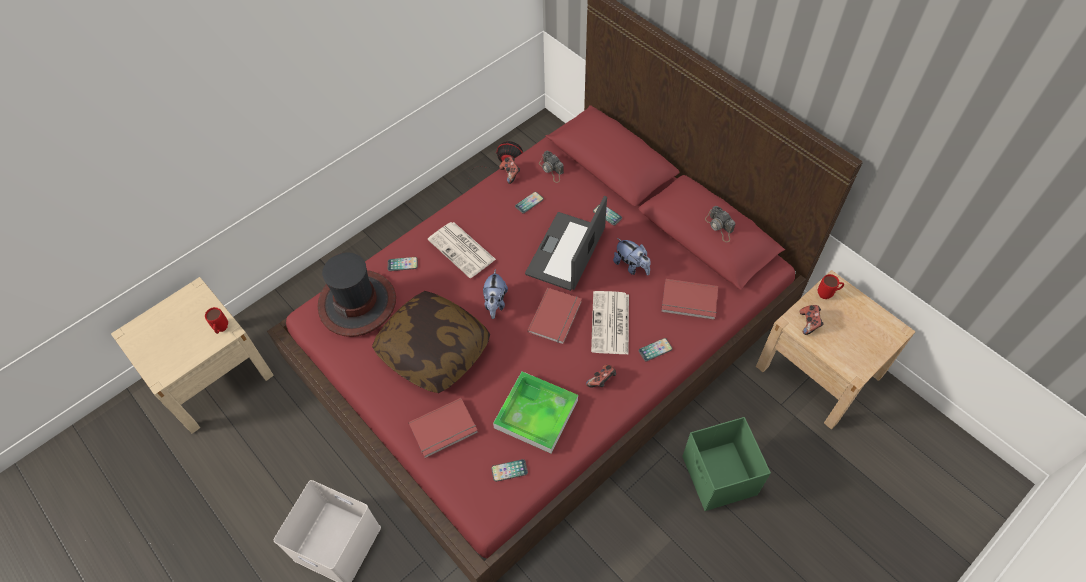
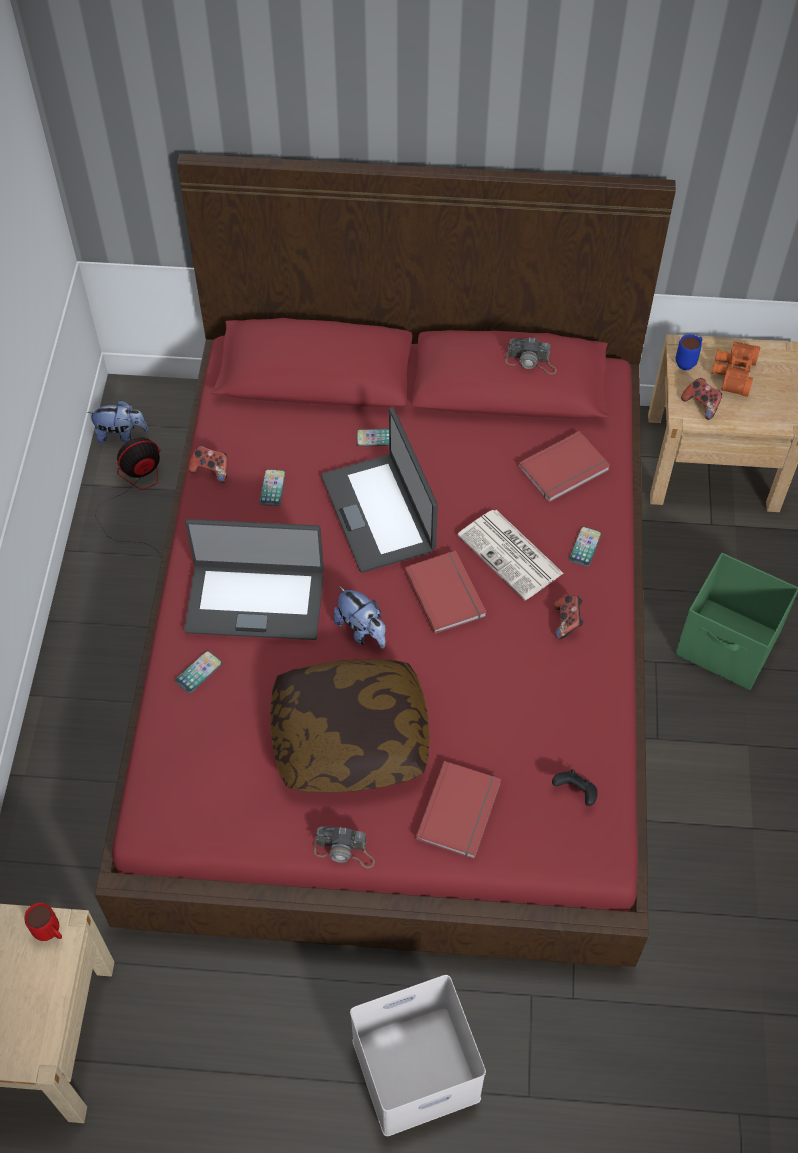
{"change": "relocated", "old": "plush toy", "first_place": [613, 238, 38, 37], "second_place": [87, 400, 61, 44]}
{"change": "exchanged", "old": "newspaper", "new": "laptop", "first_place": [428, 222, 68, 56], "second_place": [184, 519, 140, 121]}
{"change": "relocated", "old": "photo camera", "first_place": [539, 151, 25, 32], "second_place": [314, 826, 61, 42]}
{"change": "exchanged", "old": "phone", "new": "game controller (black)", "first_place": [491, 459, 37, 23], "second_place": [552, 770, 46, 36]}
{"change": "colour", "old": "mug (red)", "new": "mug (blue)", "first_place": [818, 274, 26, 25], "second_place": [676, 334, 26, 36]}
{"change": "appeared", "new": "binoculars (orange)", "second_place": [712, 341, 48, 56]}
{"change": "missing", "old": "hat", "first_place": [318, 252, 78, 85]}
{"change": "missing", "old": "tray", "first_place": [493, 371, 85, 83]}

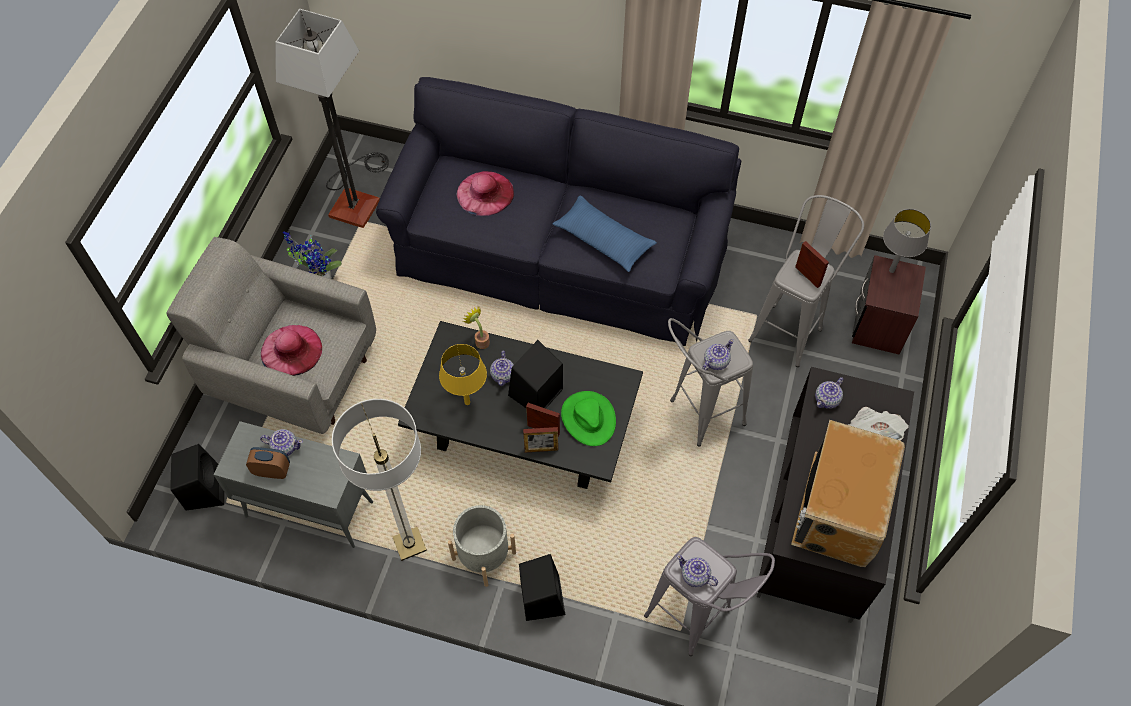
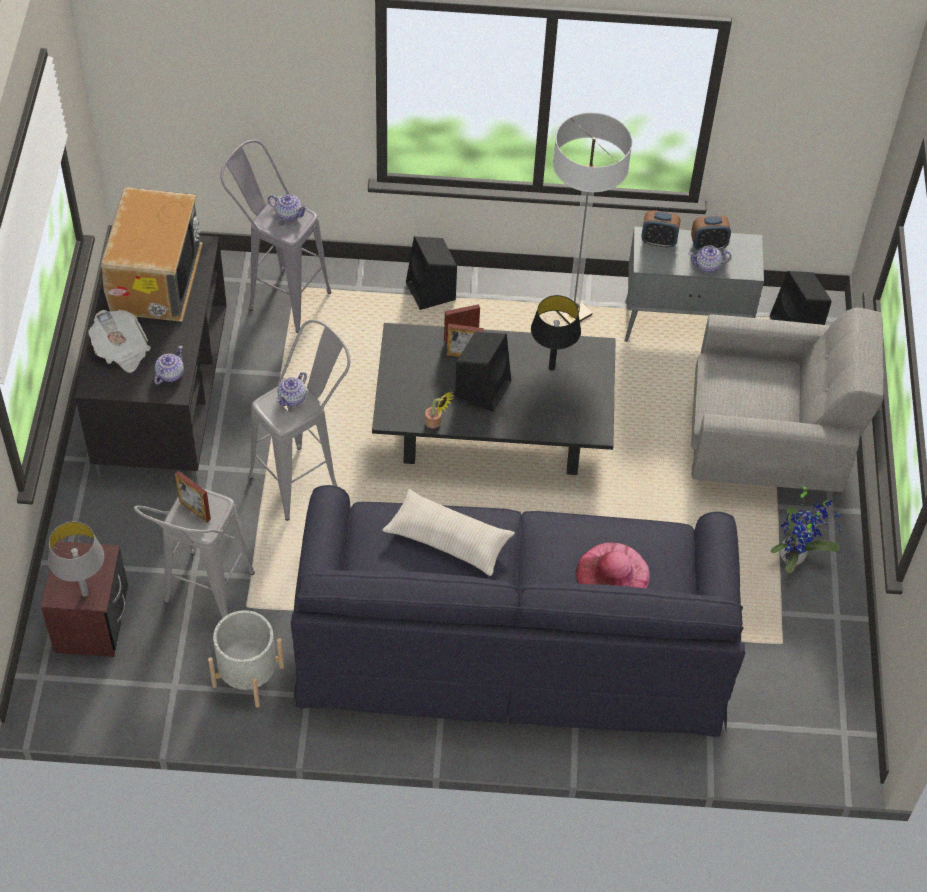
{"change": "relocated", "old": "planter (grey)", "first_place": [448, 505, 68, 82], "second_place": [208, 610, 76, 98]}
{"change": "colour", "old": "pillow (blue)", "new": "pillow (beige)", "first_place": [552, 195, 105, 77], "second_place": [382, 489, 133, 87]}
{"change": "relocated", "old": "potted plant", "first_place": [462, 307, 28, 42], "second_place": [425, 391, 28, 37]}
{"change": "colour", "old": "table lamp (yellow)", "new": "table lamp (black)", "first_place": [439, 344, 48, 61], "second_place": [531, 295, 50, 76]}
{"change": "appeared", "new": "alarm clock", "second_place": [641, 210, 39, 38]}
{"change": "missing", "old": "hat (pink)", "first_place": [261, 325, 61, 51]}
{"change": "missing", "old": "floor lamp", "first_place": [275, 9, 114, 219]}
{"change": "missing", "old": "teapot", "first_place": [490, 351, 24, 35]}
{"change": "missing", "old": "hat (green)", "first_place": [561, 391, 55, 55]}

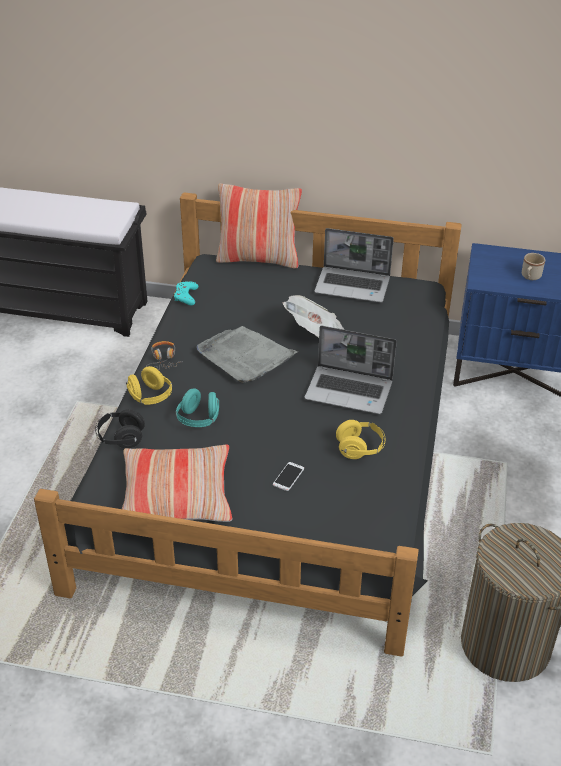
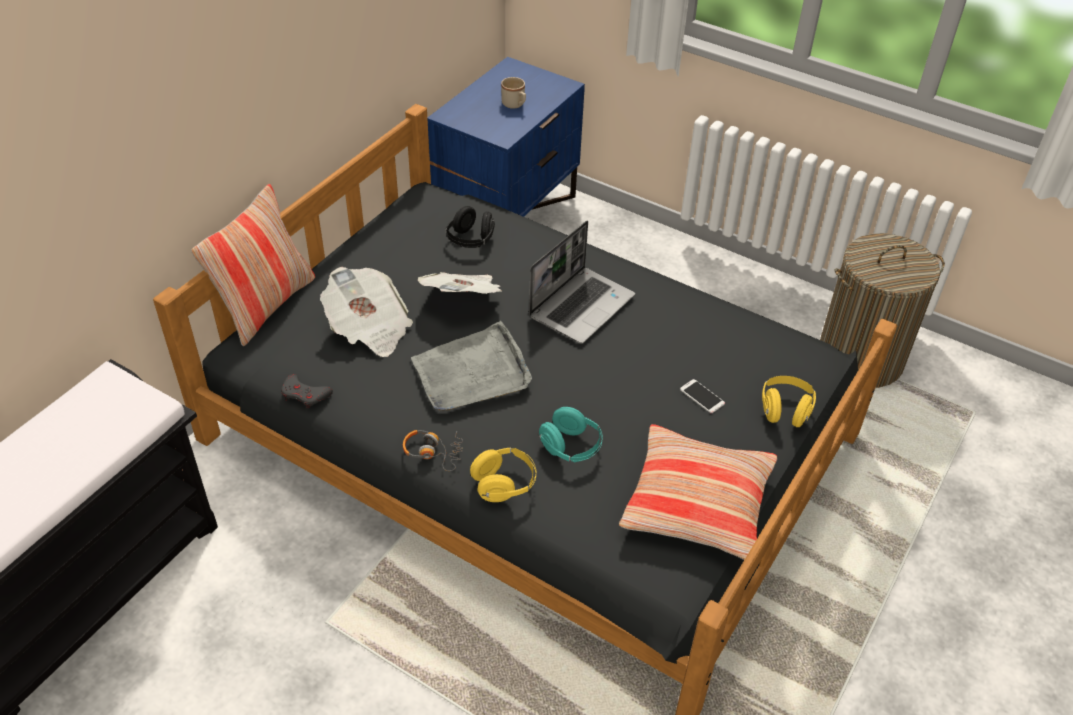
{"change": "colour", "old": "game controller (turquoise)", "new": "game controller (grey)", "first_place": [174, 281, 24, 24], "second_place": [281, 374, 52, 35]}
{"change": "appeared", "new": "newspaper", "second_place": [320, 267, 93, 90]}
{"change": "relocated", "old": "headphones (black)", "first_place": [95, 409, 50, 39], "second_place": [445, 206, 50, 42]}
{"change": "relocated", "old": "headphones (yellow)", "first_place": [336, 420, 50, 39], "second_place": [762, 376, 54, 51]}
{"change": "missing", "old": "laptop", "first_place": [314, 228, 80, 75]}

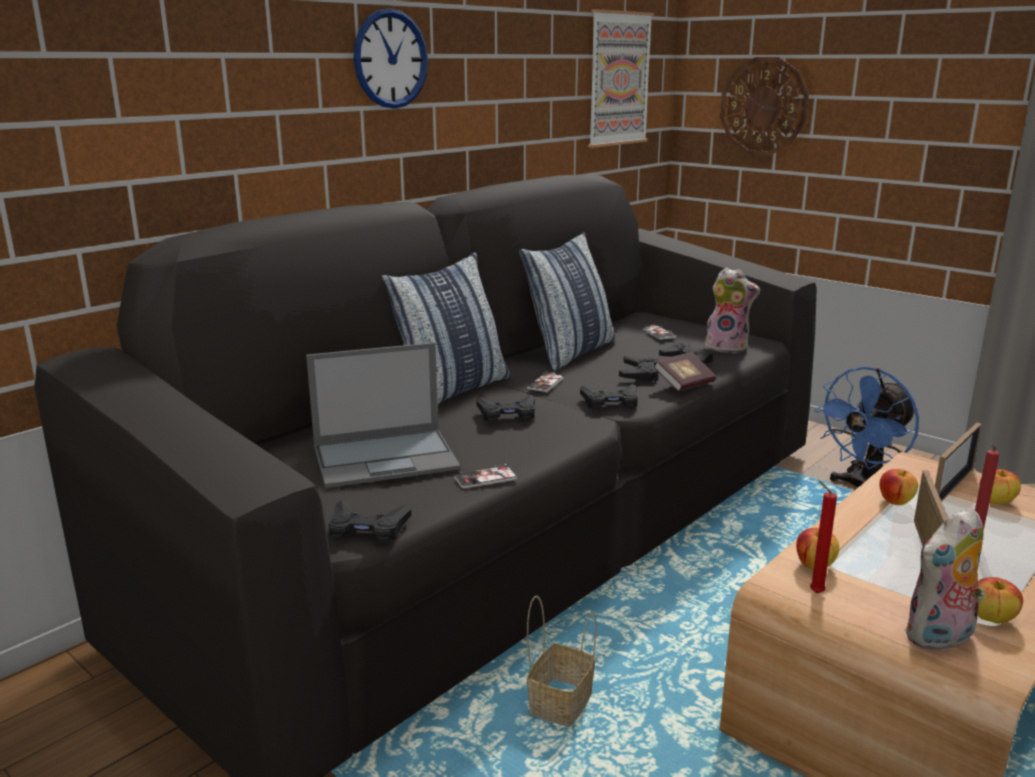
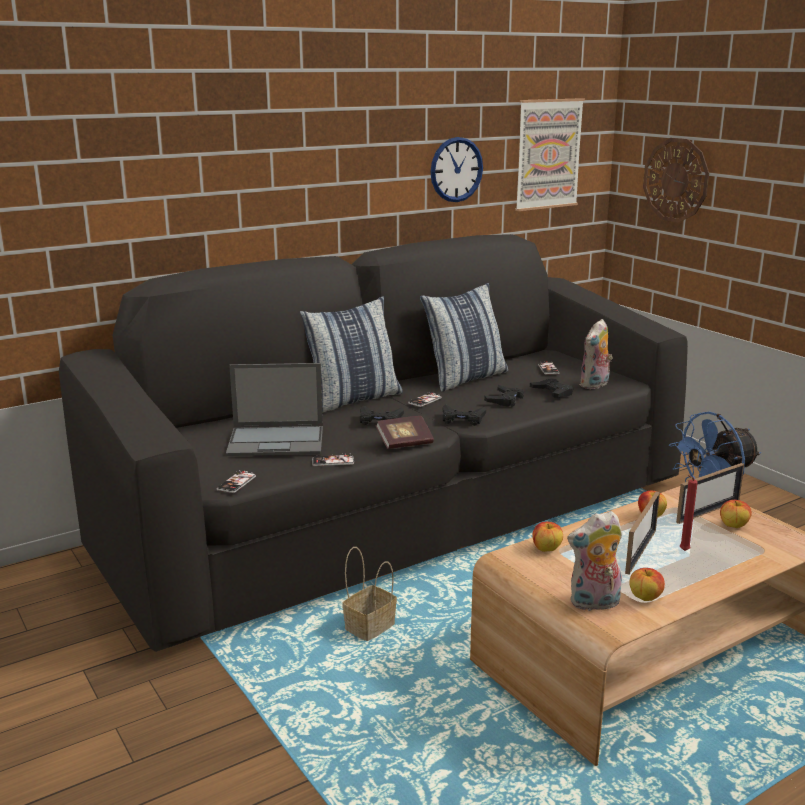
{"change": "exchanged", "old": "game controller (black)", "new": "phone", "first_place": [329, 500, 82, 44], "second_place": [217, 470, 39, 23]}
{"change": "relocated", "old": "book", "first_place": [654, 352, 62, 39], "second_place": [376, 416, 58, 33]}
{"change": "relocated", "old": "wall clock", "first_place": [354, 8, 74, 101], "second_place": [430, 137, 53, 65]}
{"change": "spun", "old": "plush toy", "first_place": [702, 268, 58, 85], "second_place": [580, 319, 33, 70], "degrees": 90}
{"change": "missing", "old": "candle (red)", "first_place": [810, 480, 27, 113]}

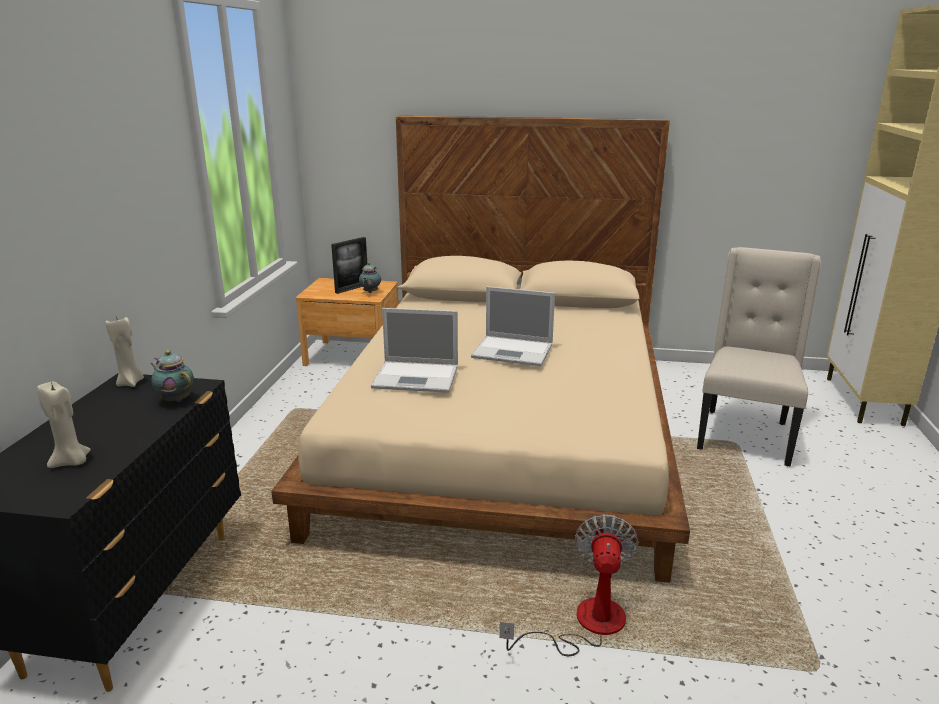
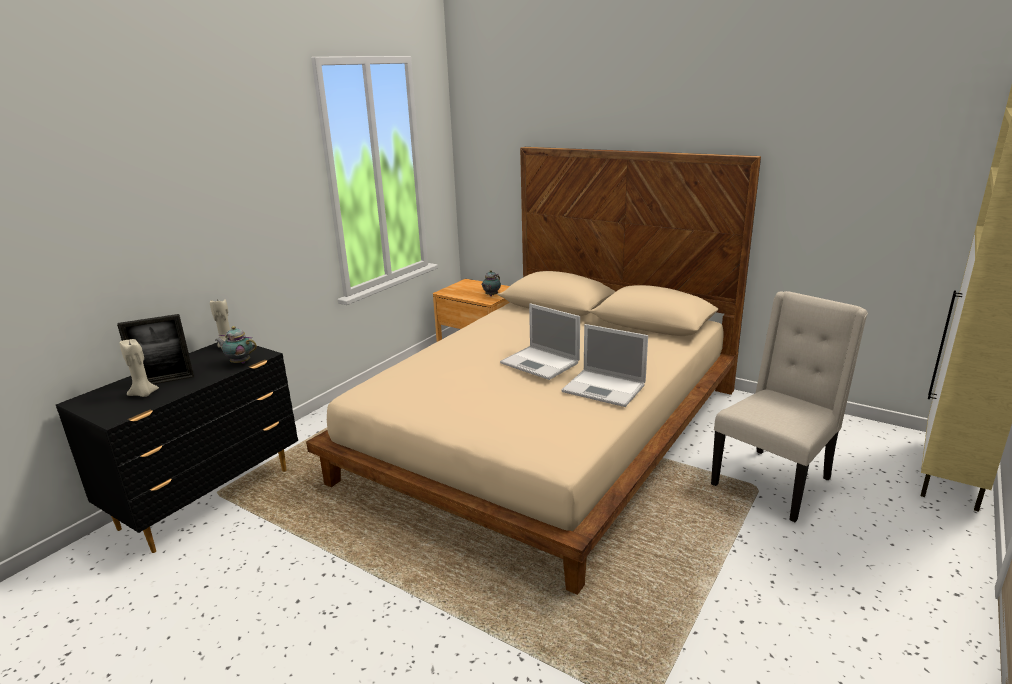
{"change": "relocated", "old": "picture frame", "first_place": [331, 237, 36, 57], "second_place": [117, 314, 77, 70]}
{"change": "spun", "old": "teapot", "first_place": [150, 350, 44, 52], "second_place": [216, 326, 41, 38], "degrees": -45}
{"change": "relocated", "old": "laptop", "first_place": [371, 308, 87, 85], "second_place": [562, 324, 86, 83]}
{"change": "missing", "old": "fan", "first_place": [500, 514, 139, 142]}

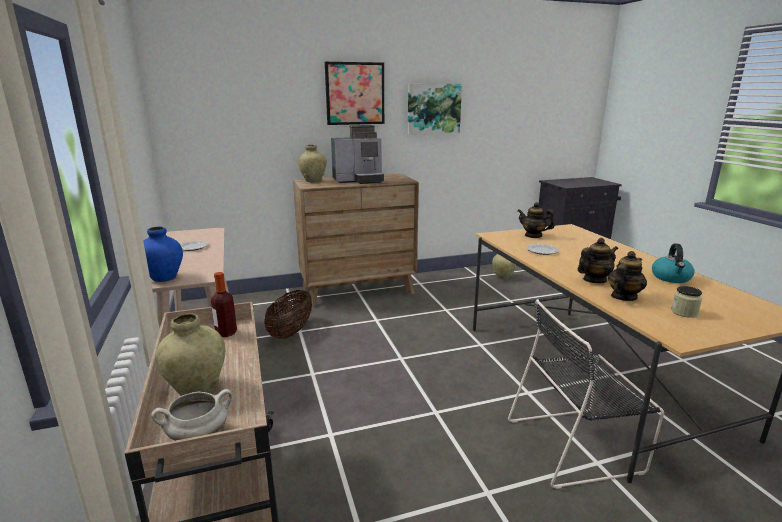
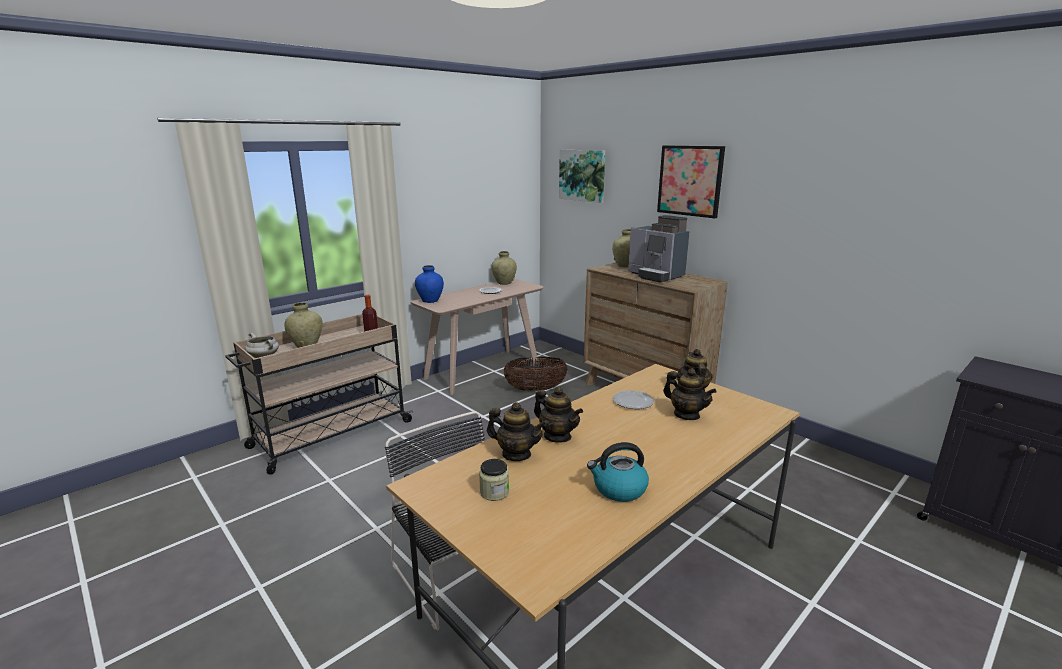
{"change": "relocated", "old": "vase (beige)", "first_place": [492, 254, 25, 26], "second_place": [491, 251, 26, 34]}
{"change": "relocated", "old": "picture", "first_place": [408, 84, 54, 51], "second_place": [559, 150, 46, 53]}
{"change": "appeared", "new": "teapot", "second_place": [663, 368, 54, 52]}

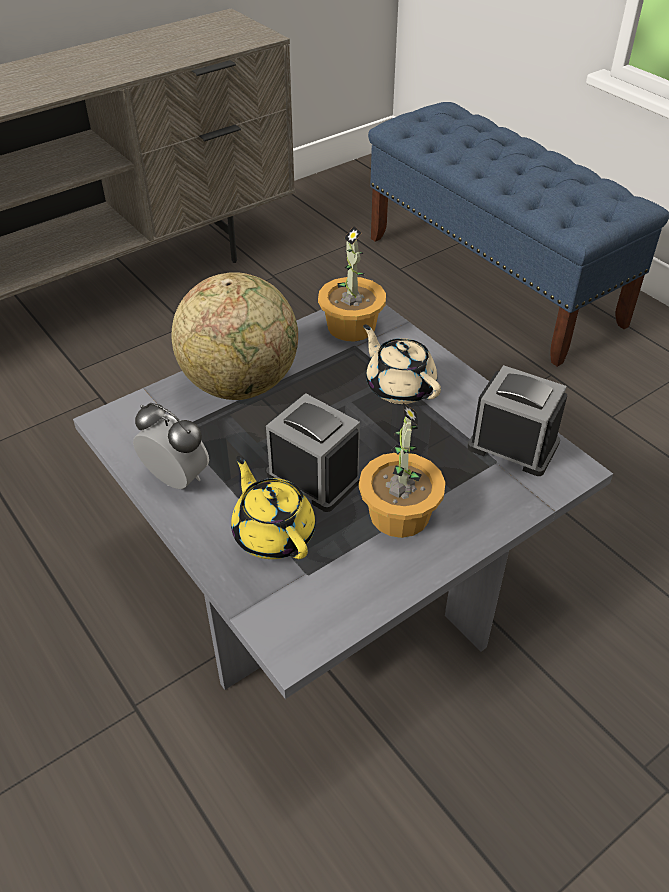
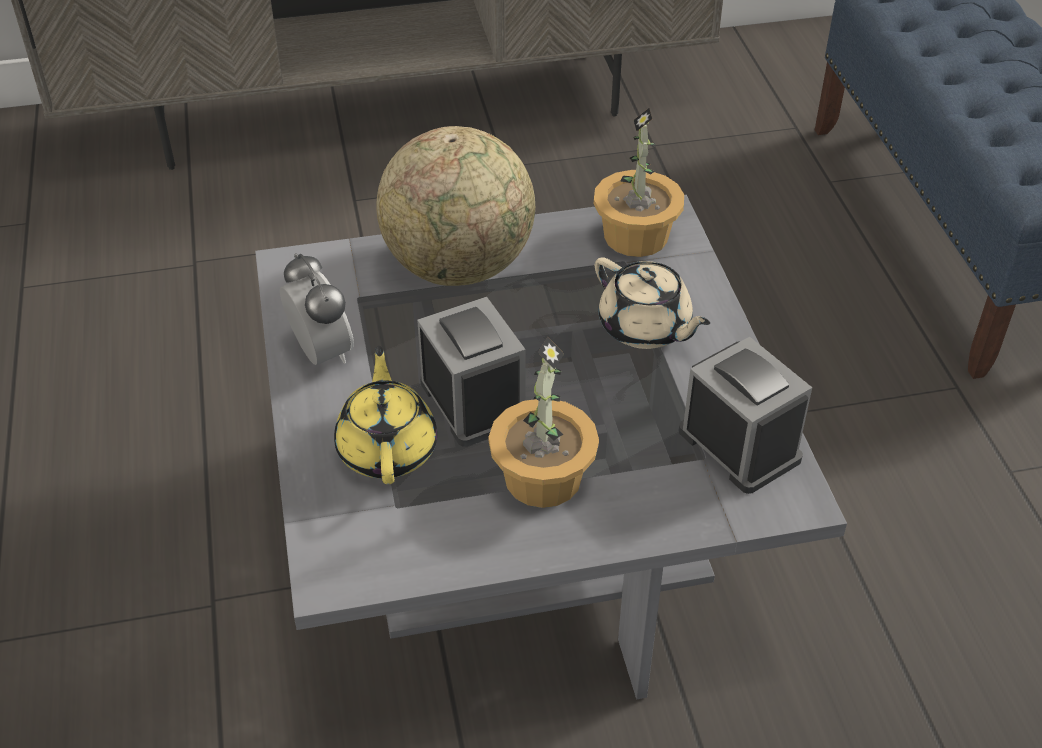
{"change": "spun", "old": "teapot (beige)", "first_place": [363, 324, 78, 80], "second_place": [595, 257, 115, 92], "degrees": 150}

